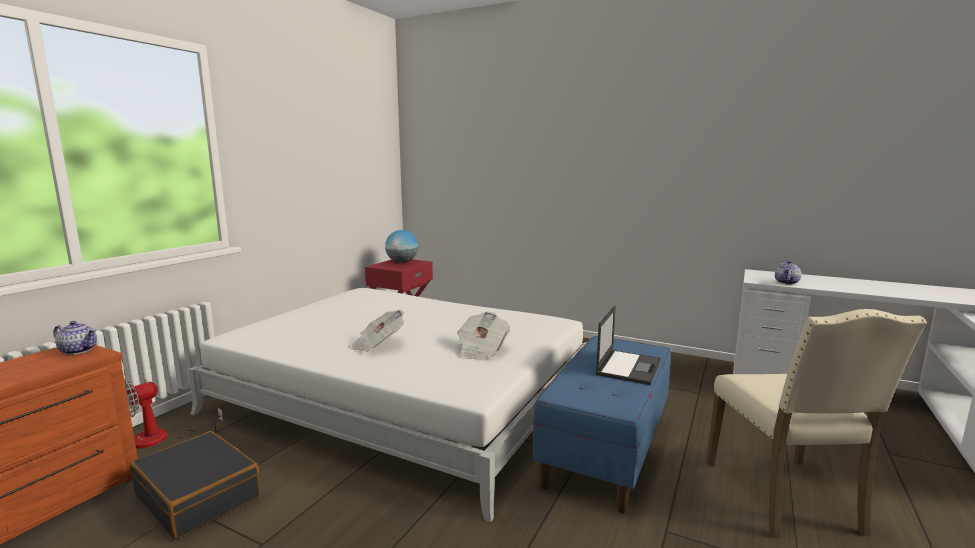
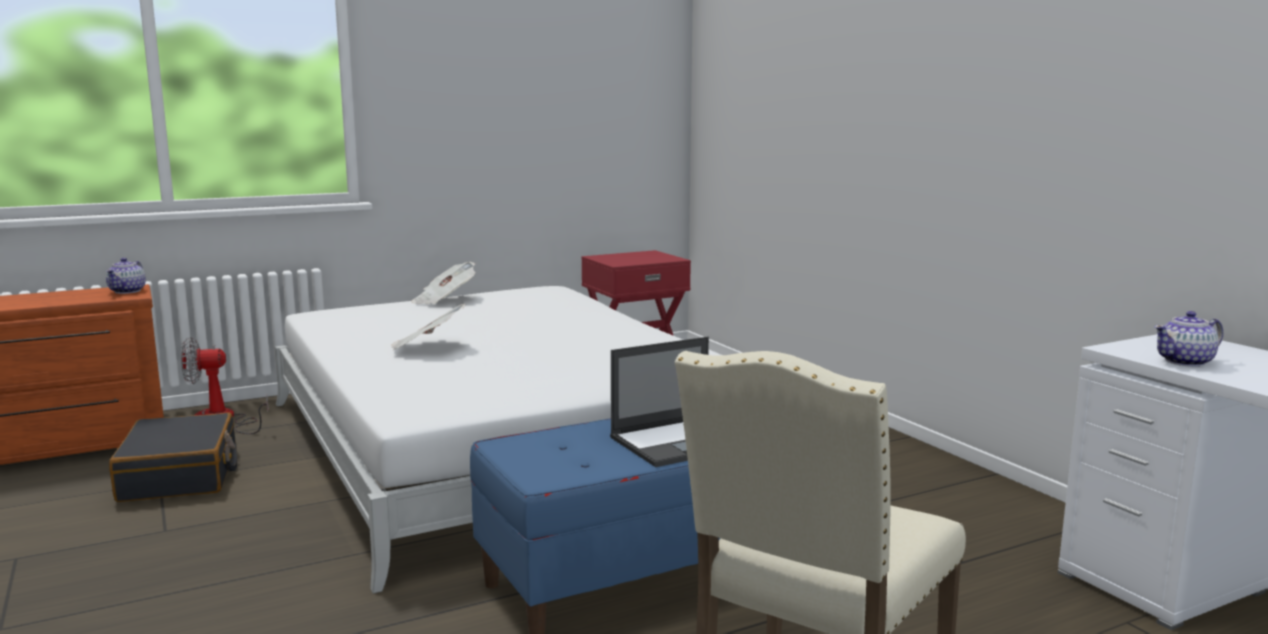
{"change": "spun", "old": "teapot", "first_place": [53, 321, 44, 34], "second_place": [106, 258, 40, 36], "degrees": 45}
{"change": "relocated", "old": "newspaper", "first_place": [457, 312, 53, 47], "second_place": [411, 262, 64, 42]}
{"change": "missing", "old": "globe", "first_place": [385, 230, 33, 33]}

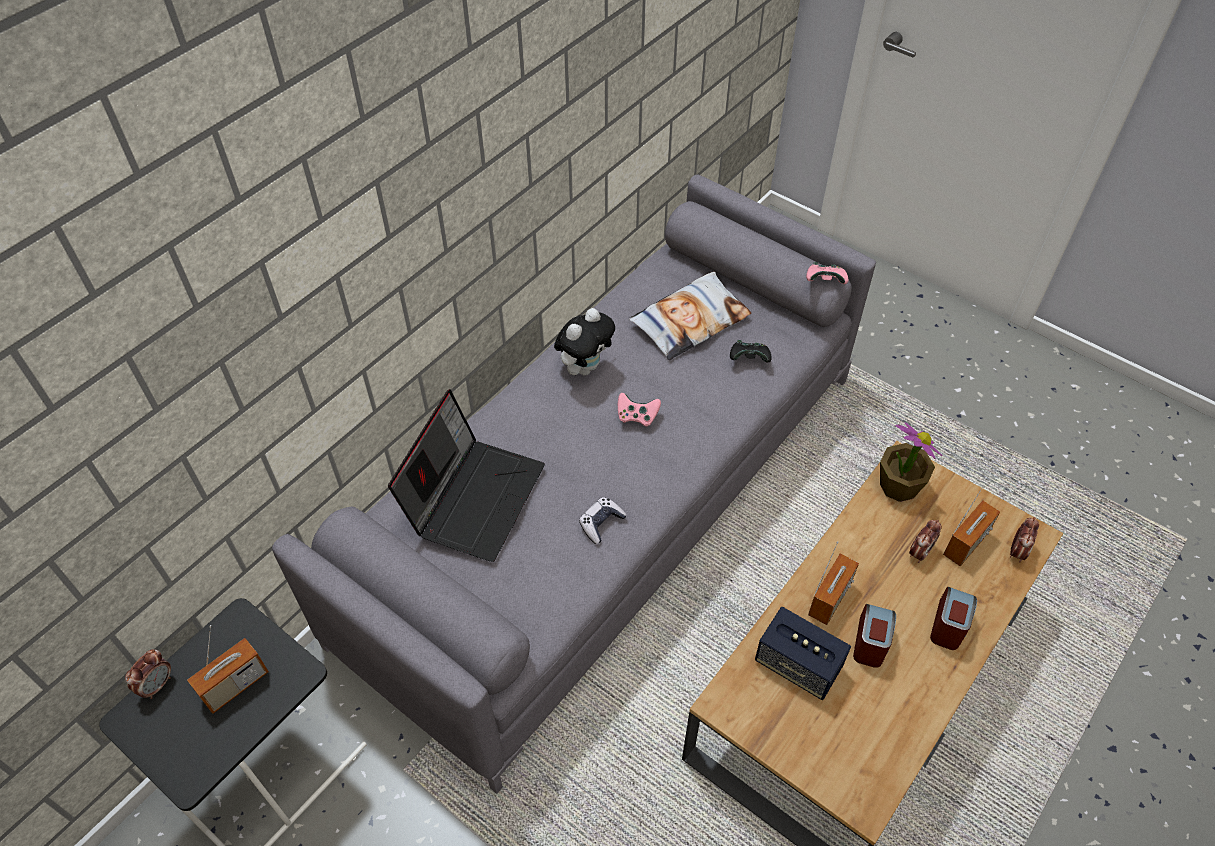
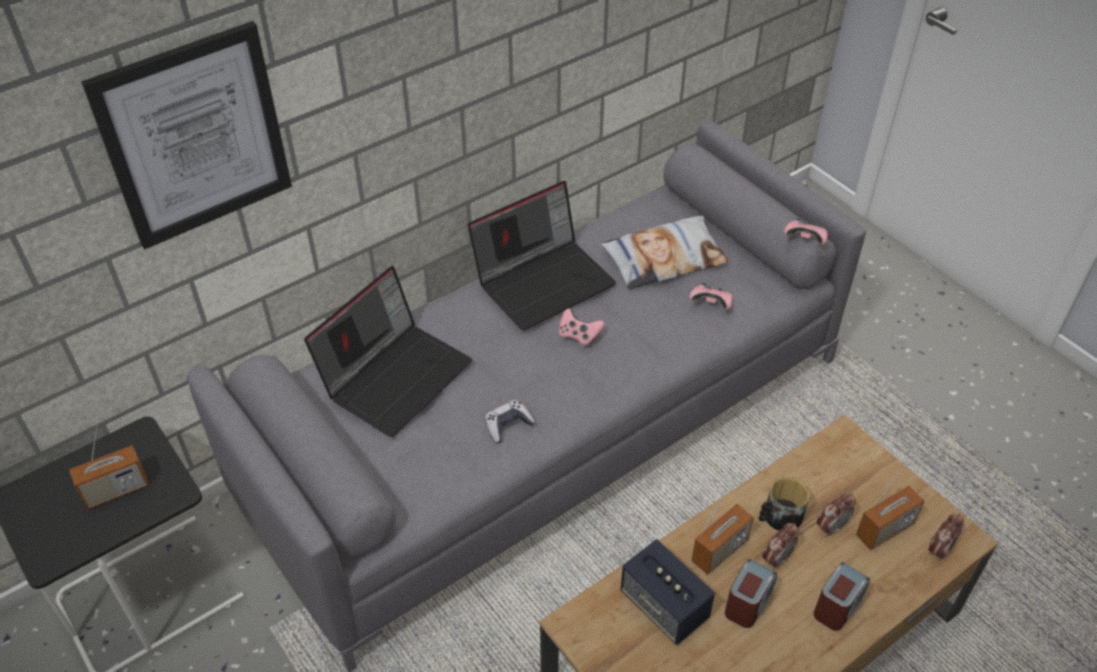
{"change": "appeared", "new": "picture", "second_place": [81, 21, 211, 229]}
{"change": "exchanged", "old": "plush toy", "new": "laptop", "first_place": [554, 308, 61, 67], "second_place": [468, 181, 148, 149]}
{"change": "colour", "old": "game controller (black)", "new": "game controller (pink)", "first_place": [730, 340, 42, 23], "second_place": [689, 282, 43, 28]}
{"change": "appeared", "new": "mug", "second_place": [758, 476, 52, 55]}
{"change": "relocated", "old": "alarm clock", "first_place": [125, 649, 46, 50], "second_place": [762, 523, 37, 47]}
{"change": "missing", "old": "potted plant", "first_place": [880, 422, 62, 80]}

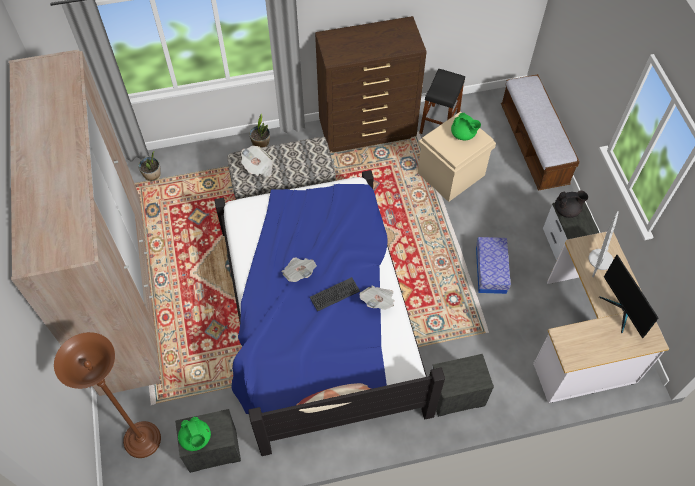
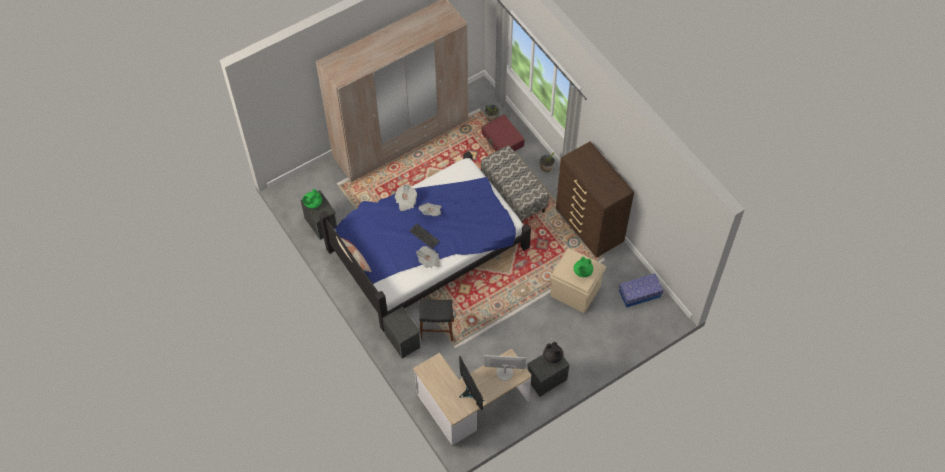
{"change": "relocated", "old": "newspaper", "first_place": [241, 146, 33, 31], "second_place": [395, 184, 22, 27]}
{"change": "relocated", "old": "stool (black)", "first_place": [419, 69, 46, 65], "second_place": [419, 299, 35, 42]}
{"change": "spun", "old": "monitor", "first_place": [599, 255, 60, 83], "second_place": [459, 356, 26, 54], "degrees": 105}
{"change": "appeared", "new": "suitcase (red)", "second_place": [481, 115, 44, 37]}
{"change": "relocated", "old": "storage box", "first_place": [476, 237, 35, 57], "second_place": [619, 273, 44, 35]}
{"change": "missing", "old": "floor lamp (brown)", "first_place": [54, 332, 107, 126]}
{"change": "missing", "old": "bench", "first_place": [501, 74, 79, 117]}

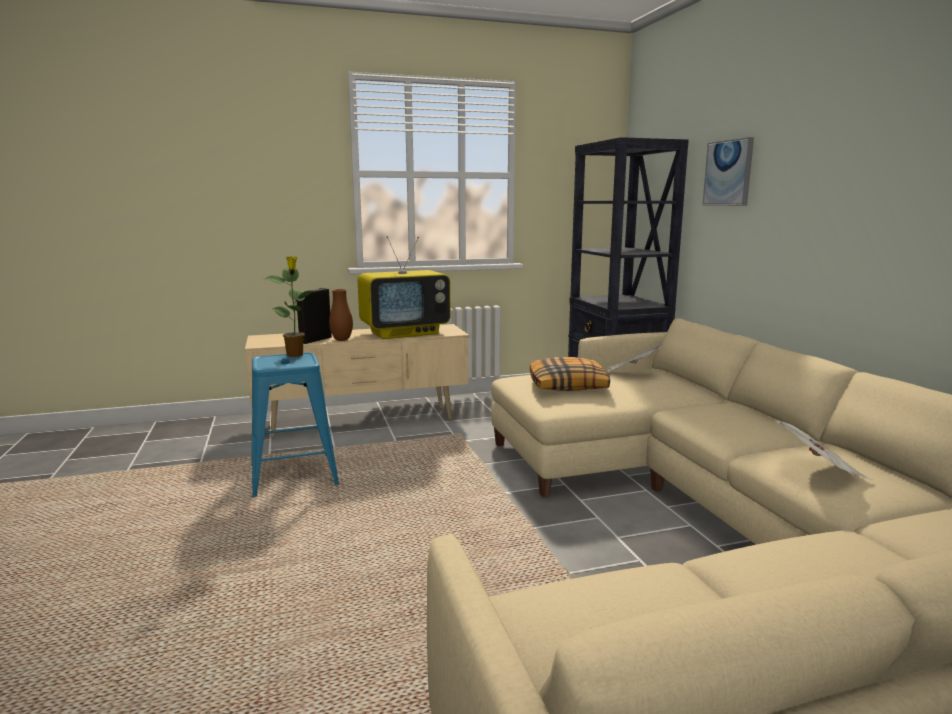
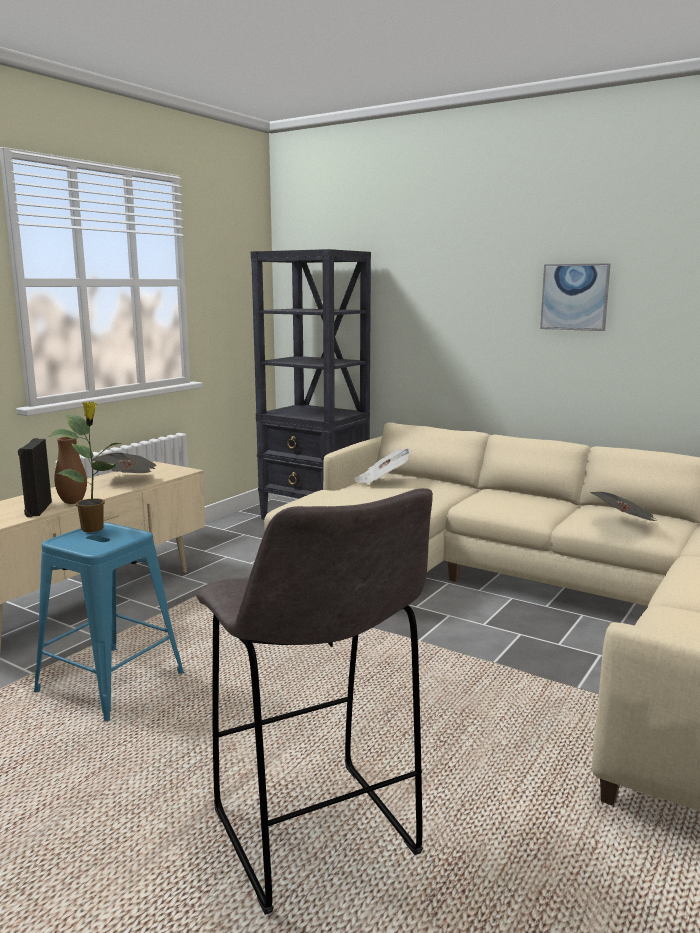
{"change": "exchanged", "old": "television", "new": "newspaper", "first_place": [358, 236, 93, 103], "second_place": [92, 453, 64, 20]}
{"change": "appeared", "new": "stool (grey)", "second_place": [196, 488, 237, 427]}
{"change": "relocated", "old": "picture", "first_place": [703, 137, 51, 69], "second_place": [540, 263, 71, 68]}
{"change": "missing", "old": "pillow", "first_place": [530, 357, 80, 34]}

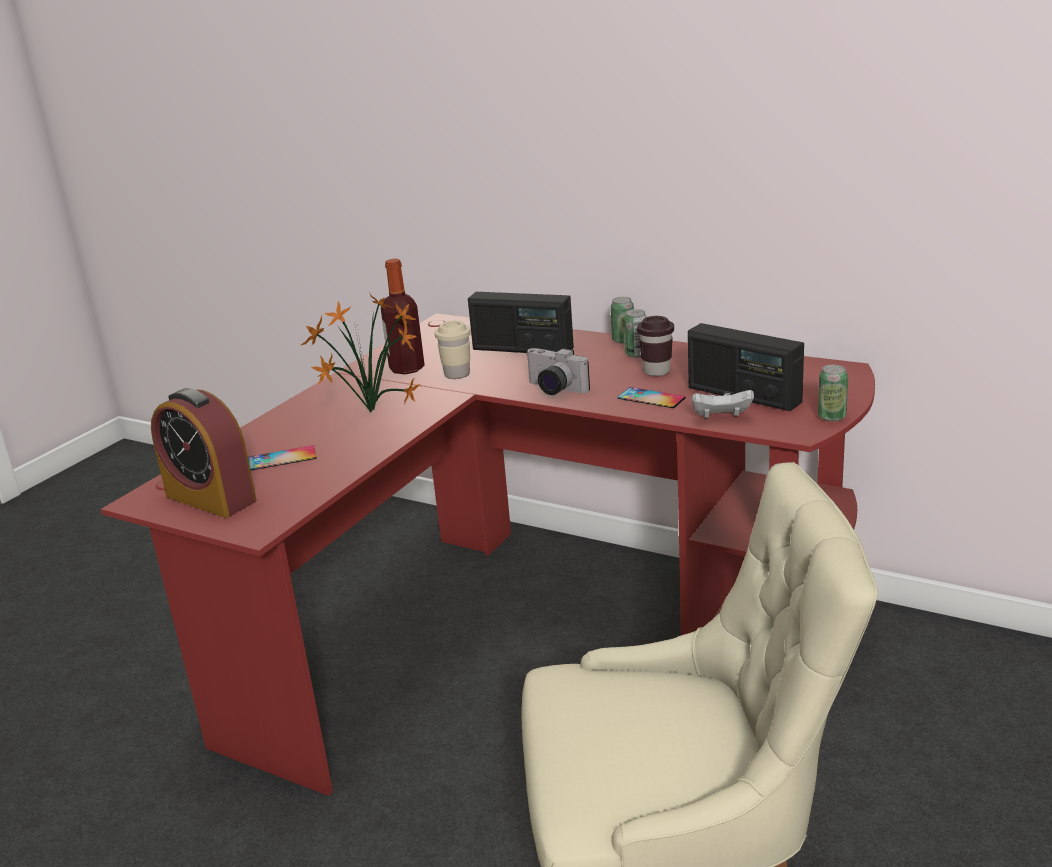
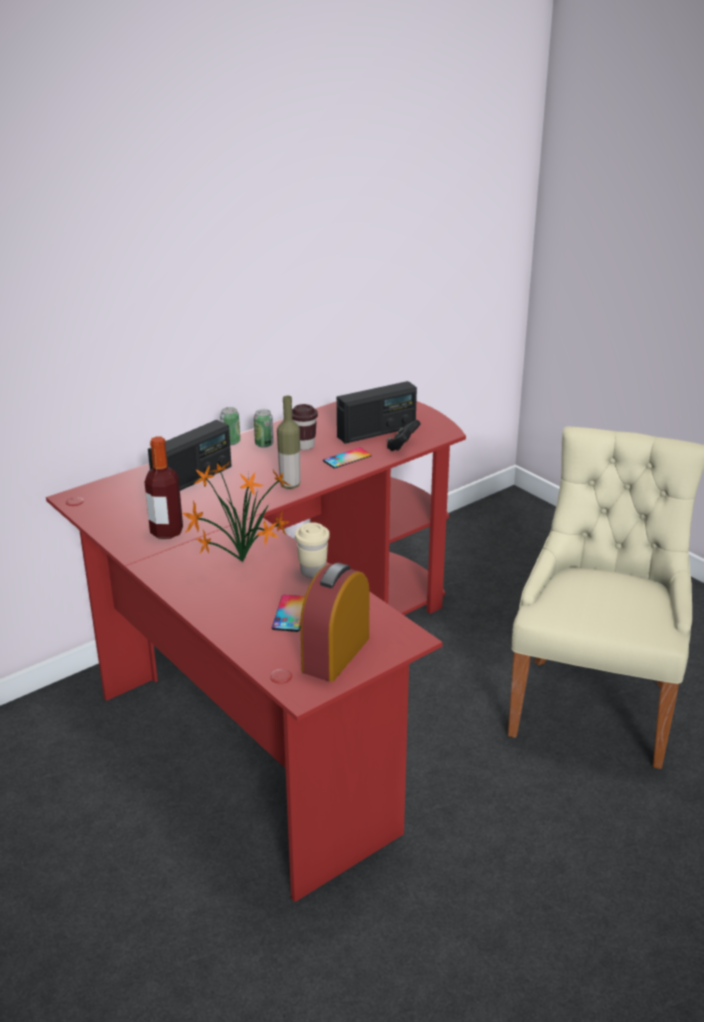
{"change": "exchanged", "old": "photo camera", "new": "bottle", "first_place": [527, 348, 63, 47], "second_place": [277, 396, 23, 93]}
{"change": "relocated", "old": "cup (beige)", "first_place": [434, 321, 37, 58], "second_place": [295, 522, 35, 56]}
{"change": "spun", "old": "alarm clock", "first_place": [151, 388, 106, 130], "second_place": [300, 563, 70, 119], "degrees": 150}
{"change": "colour", "old": "game controller (white)", "new": "game controller (black)", "first_place": [691, 390, 63, 28], "second_place": [387, 420, 34, 31]}
{"change": "missing", "old": "can", "first_place": [818, 365, 30, 57]}

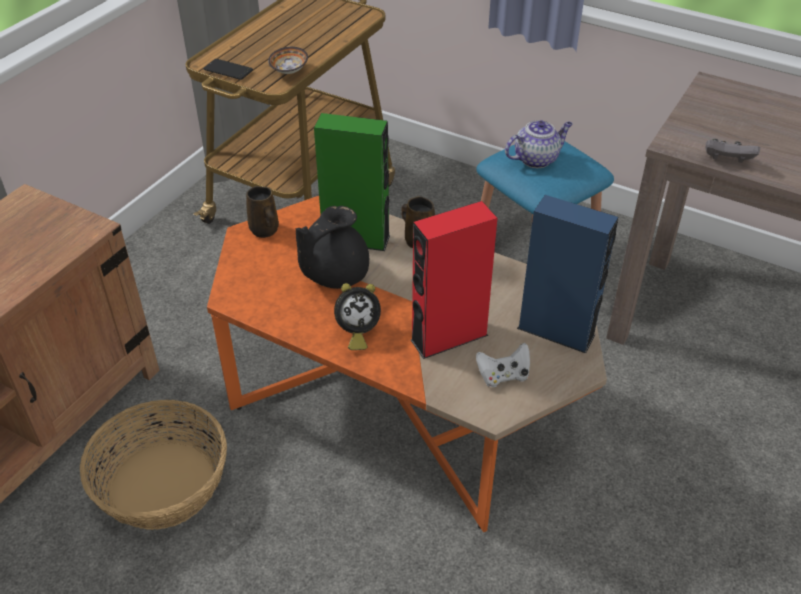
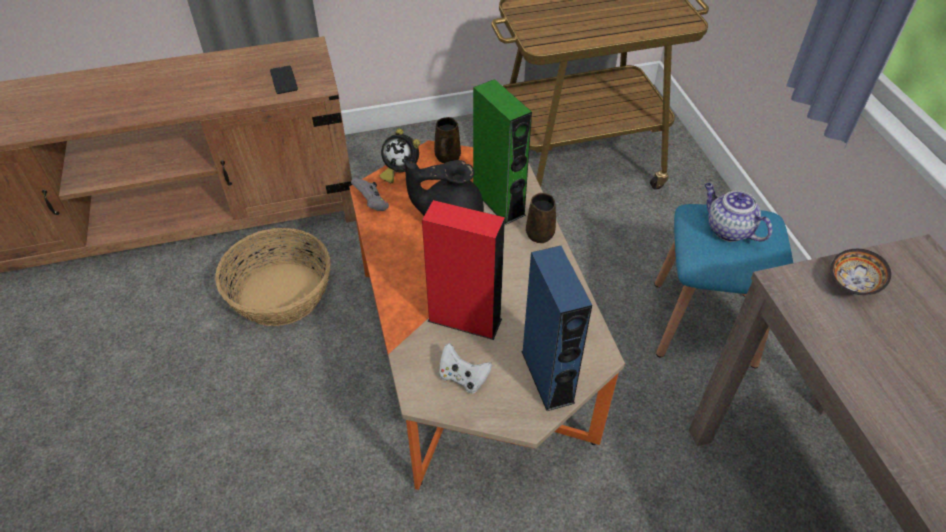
{"change": "relocated", "old": "phone", "first_place": [203, 59, 50, 21], "second_place": [270, 66, 28, 28]}
{"change": "relocated", "old": "game controller (grey)", "first_place": [706, 139, 54, 24], "second_place": [351, 178, 38, 33]}
{"change": "relocated", "old": "alarm clock", "first_place": [334, 283, 47, 67], "second_place": [379, 128, 41, 55]}
{"change": "spun", "old": "teapot", "first_place": [505, 120, 68, 48], "second_place": [704, 183, 68, 59], "degrees": -150}
{"change": "relocated", "old": "bowl", "first_place": [268, 47, 40, 27], "second_place": [830, 249, 61, 46]}

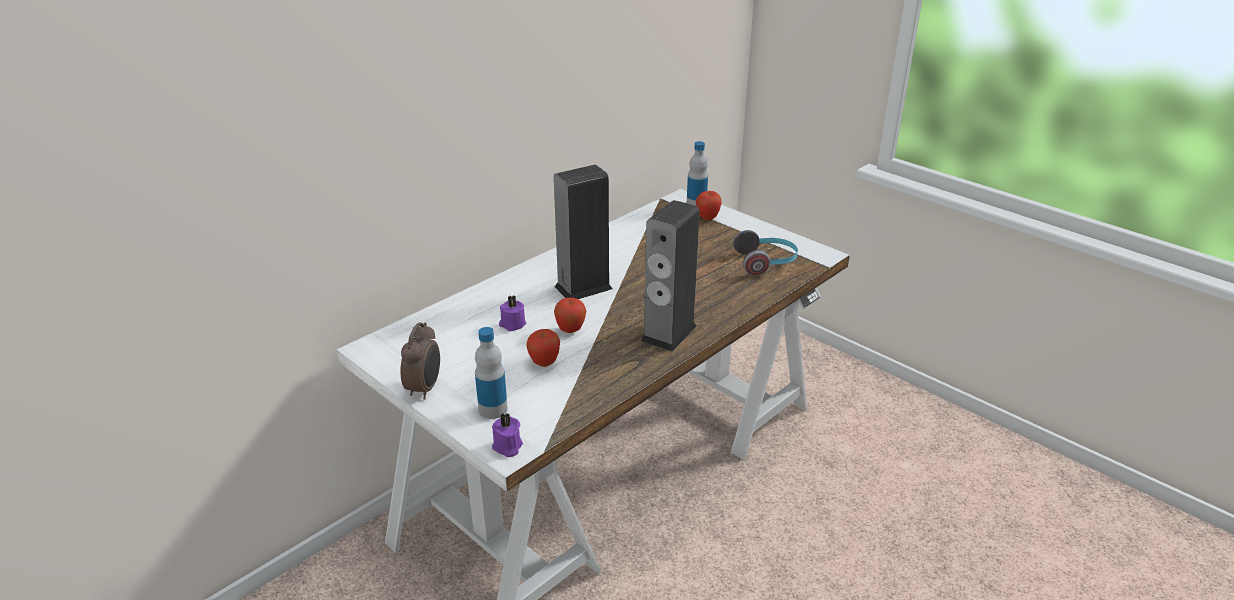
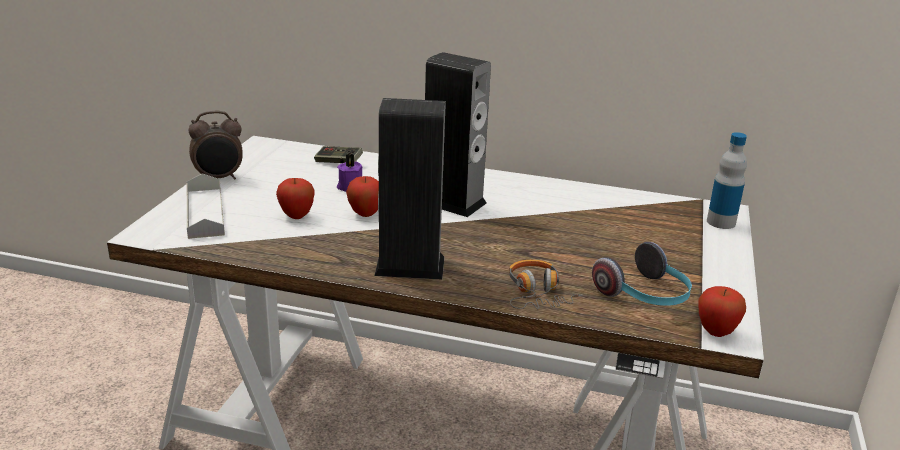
{"change": "exchanged", "old": "bottle", "new": "tray (grey)", "first_place": [475, 327, 33, 92], "second_place": [186, 173, 39, 66]}
{"change": "appeared", "new": "game controller", "second_place": [314, 146, 49, 17]}
{"change": "appeared", "new": "headphones", "second_place": [509, 260, 73, 49]}
{"change": "relocated", "old": "apple", "first_place": [696, 191, 26, 29], "second_place": [698, 286, 48, 51]}
{"change": "missing", "old": "candle (purple)", "first_place": [492, 413, 31, 44]}

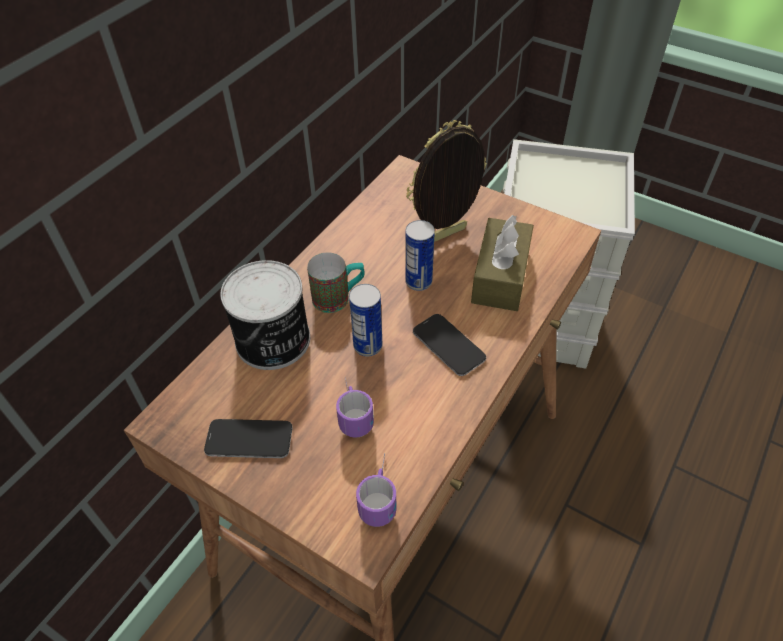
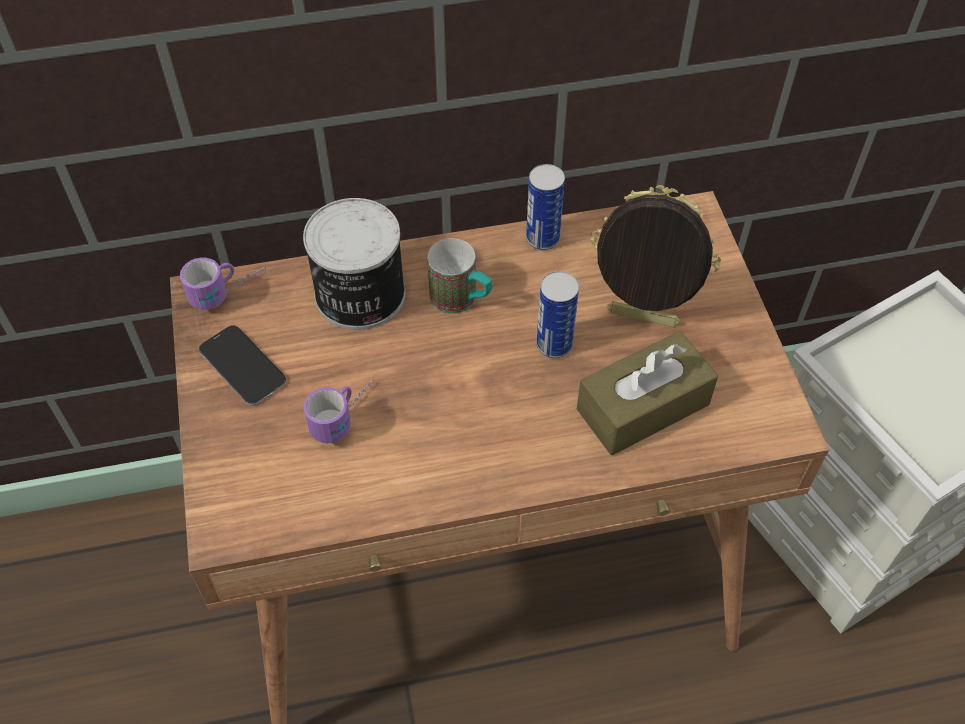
{"change": "relocated", "old": "mug", "first_place": [356, 453, 41, 74], "second_place": [180, 258, 86, 52]}
{"change": "relocated", "old": "can", "first_place": [349, 284, 33, 72], "second_place": [526, 164, 39, 86]}
{"change": "missing", "old": "phone", "first_place": [413, 314, 73, 62]}

